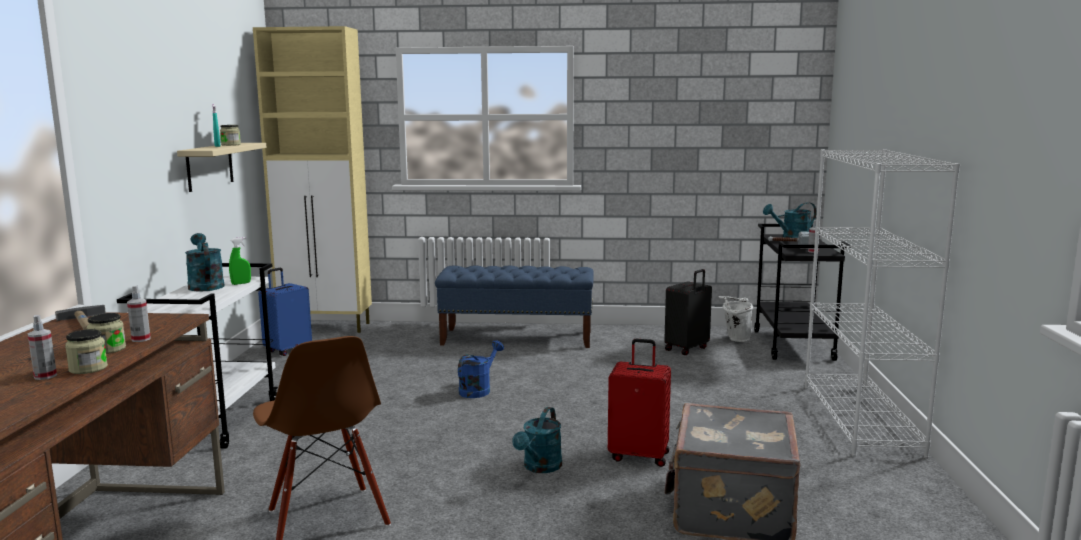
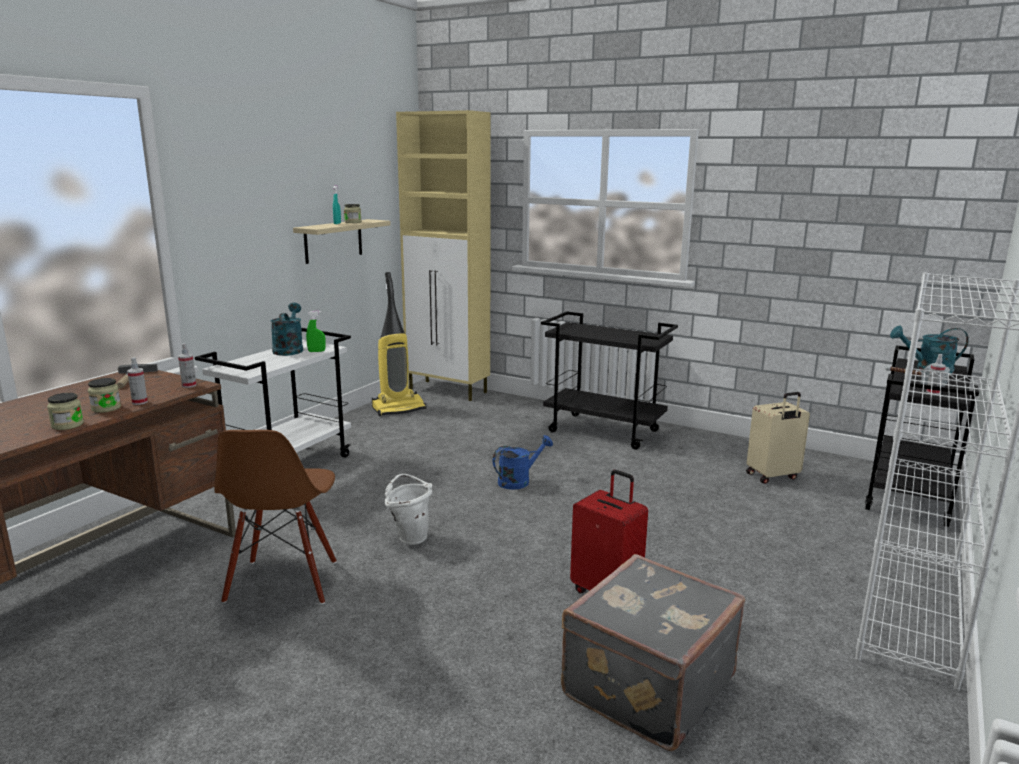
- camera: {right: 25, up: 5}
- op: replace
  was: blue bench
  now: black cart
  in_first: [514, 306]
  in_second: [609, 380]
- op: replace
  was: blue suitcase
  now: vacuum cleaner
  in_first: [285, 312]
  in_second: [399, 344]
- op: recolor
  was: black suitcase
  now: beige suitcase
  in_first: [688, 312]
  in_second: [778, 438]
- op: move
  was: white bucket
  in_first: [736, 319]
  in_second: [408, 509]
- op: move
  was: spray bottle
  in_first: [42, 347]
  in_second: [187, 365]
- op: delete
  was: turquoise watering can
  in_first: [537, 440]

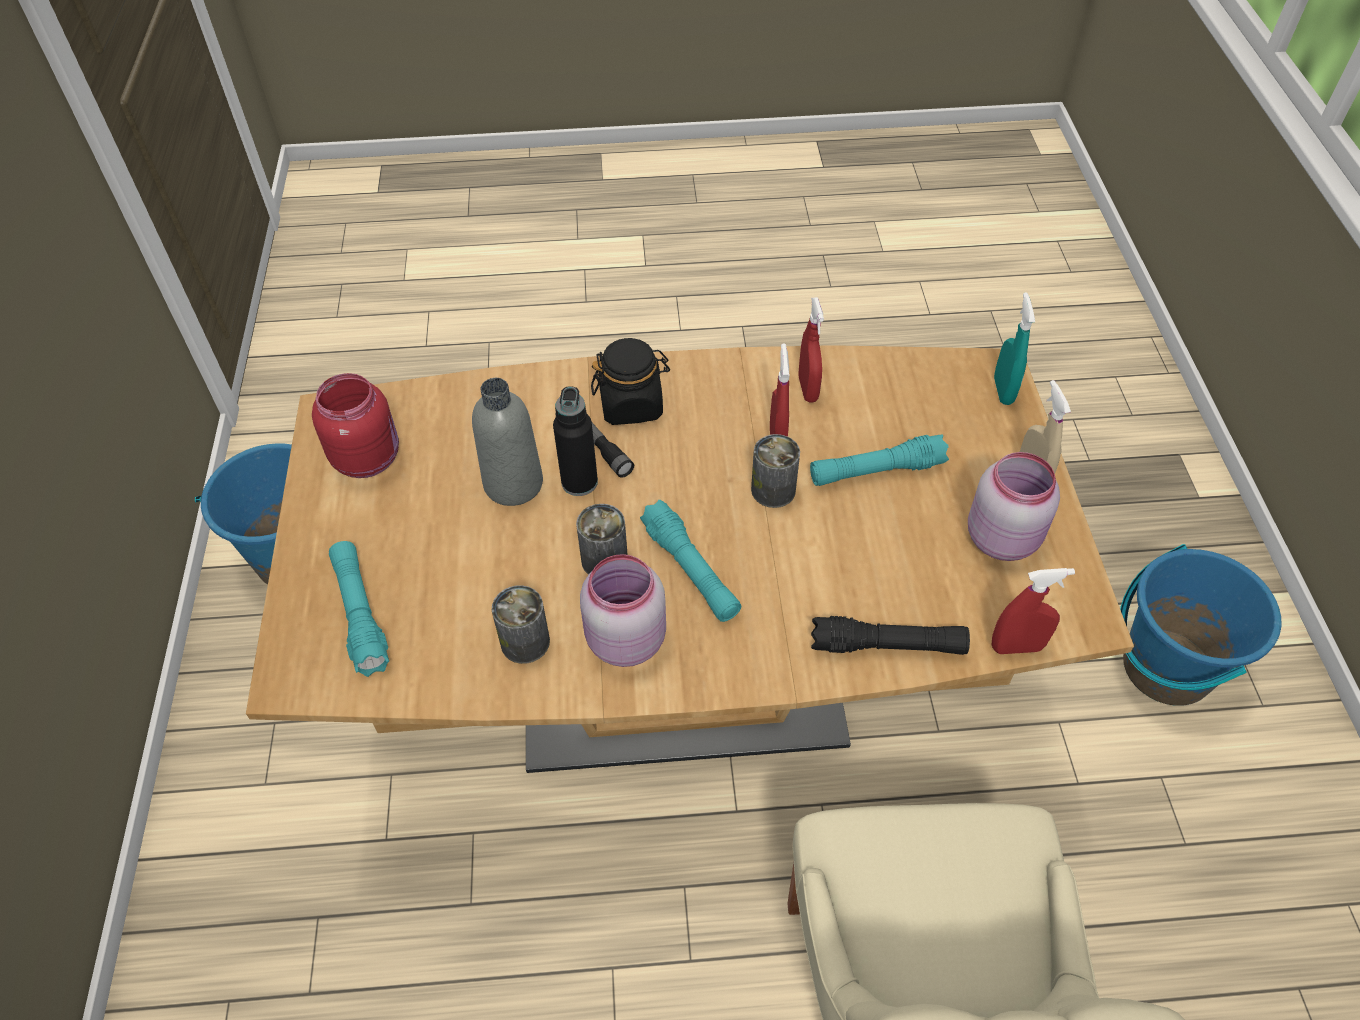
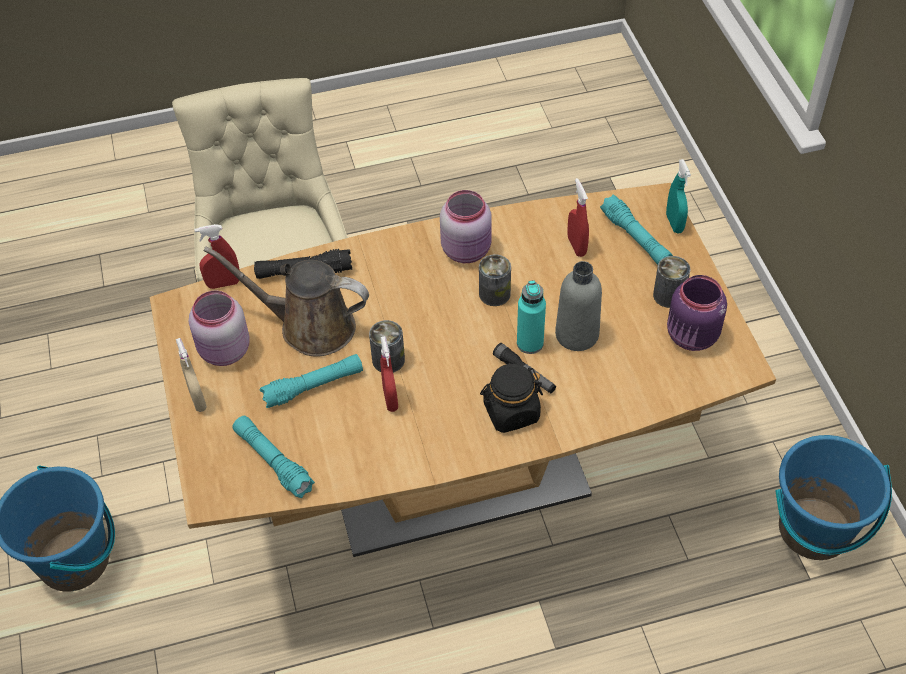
- camera: {right: 170, up: 0}
- op: move
  was: turquoise spray bottle
  in_first: [1014, 349]
  in_second: [678, 196]
- op: move
  was: red spray bottle
  in_first: [811, 349]
  in_second: [578, 217]
- op: recolor
  was: red jar
  now: purple jar
  in_first: [355, 425]
  in_second: [697, 313]
- op: recolor
  was: black bottle
  now: turquoise bottle
  in_first: [575, 441]
  in_second: [531, 317]
- op: move
  was: turquoise flashlight
  in_first: [691, 561]
  in_second: [273, 457]
- op: move
  was: can
  in_first: [521, 624]
  in_second: [671, 282]
- op: insert
  now: brown watering can
  in_second: [286, 301]

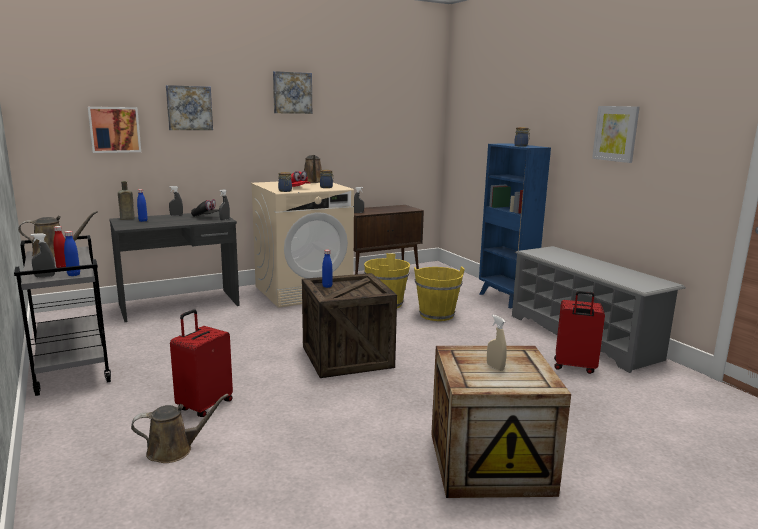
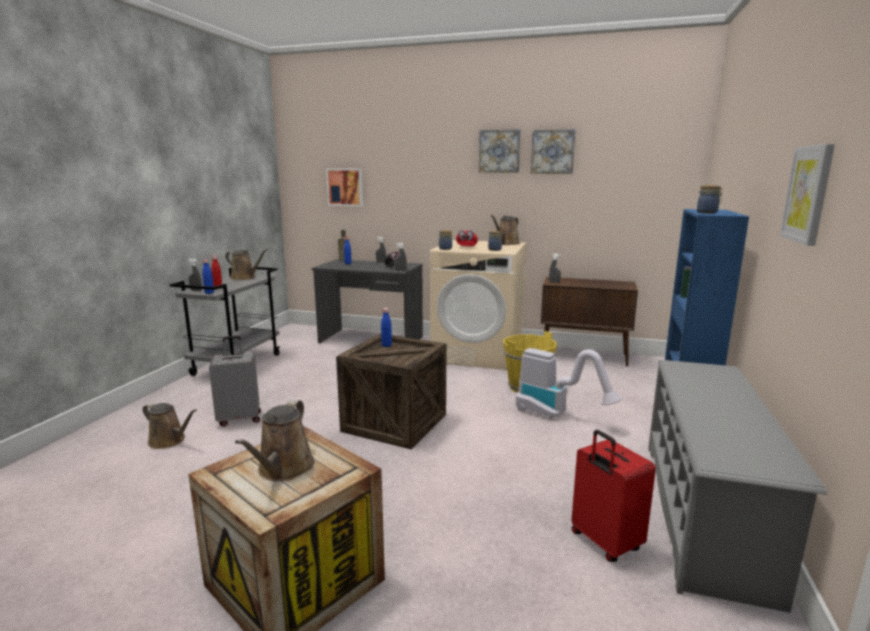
- camera: {right: 45, up: 0}
- op: move
  was: picture
  in_first: [189, 107]
  in_second: [553, 151]
- op: replace
  was: yellow bucket
  now: vacuum cleaner
  in_first: [439, 293]
  in_second: [569, 383]
- op: recolor
  was: red suitcase
  now: grey suitcase
  in_first: [201, 363]
  in_second: [235, 381]
- op: replace
  was: beige spray bottle
  now: brown watering can
  in_first: [497, 343]
  in_second: [275, 440]

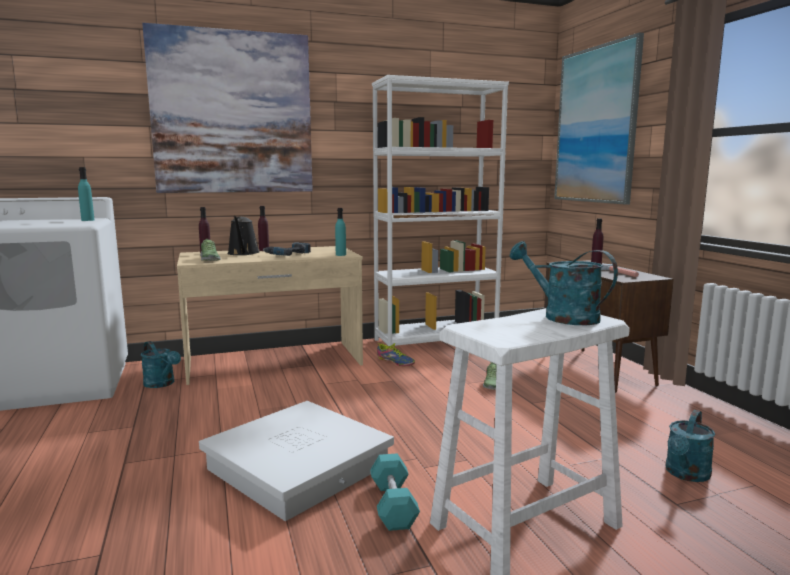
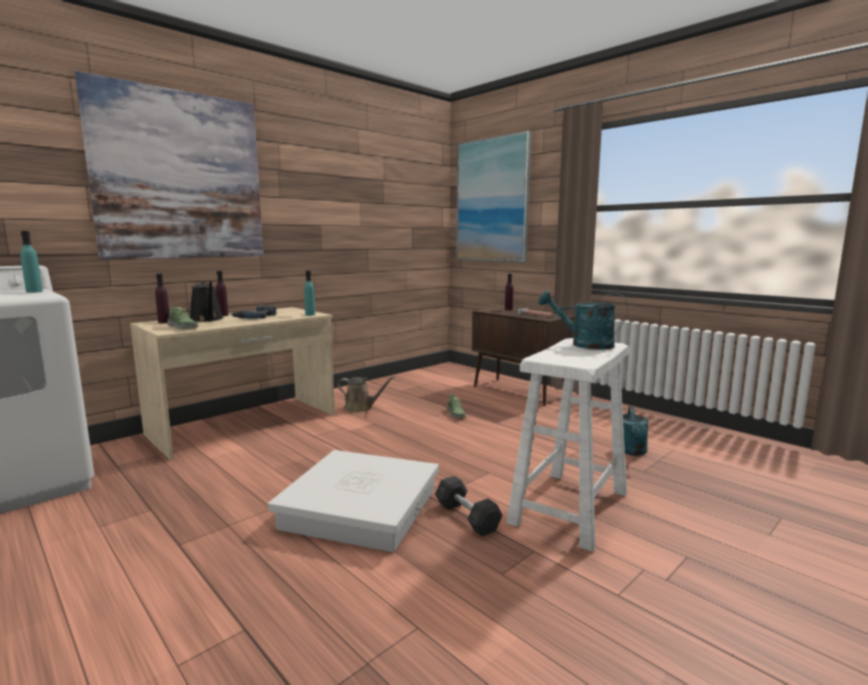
- camera: {right: -25, up: 0}
- op: delete
  was: white bookcase
  in_first: [440, 210]
- op: delete
  was: turquoise watering can
  in_first: [161, 364]
- op: replace
  was: shoe
  now: brown watering can
  in_first: [396, 354]
  in_second: [366, 395]
- op: recolor
  was: turquoise dumbbell
  now: grey dumbbell
  in_first: [395, 492]
  in_second: [469, 506]

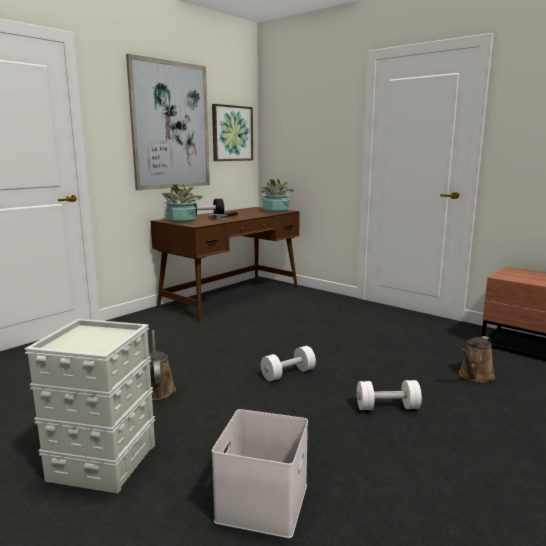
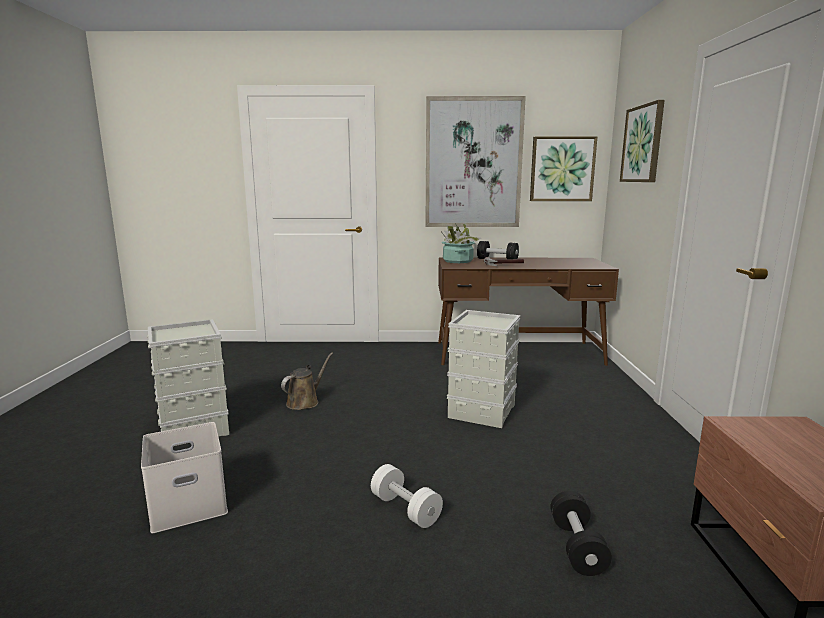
- camera: {right: 50, up: 0}
- op: delete
  was: potted plant
  in_first: [278, 195]
- op: replace
  was: brown watering can
  now: black dumbbell
  in_first: [477, 359]
  in_second: [581, 533]
- op: delete
  was: white dumbbell
  in_first: [288, 363]
- op: insert
  now: picture
  in_second: [642, 141]
- op: insert
  now: grey storage box
  in_second: [484, 369]

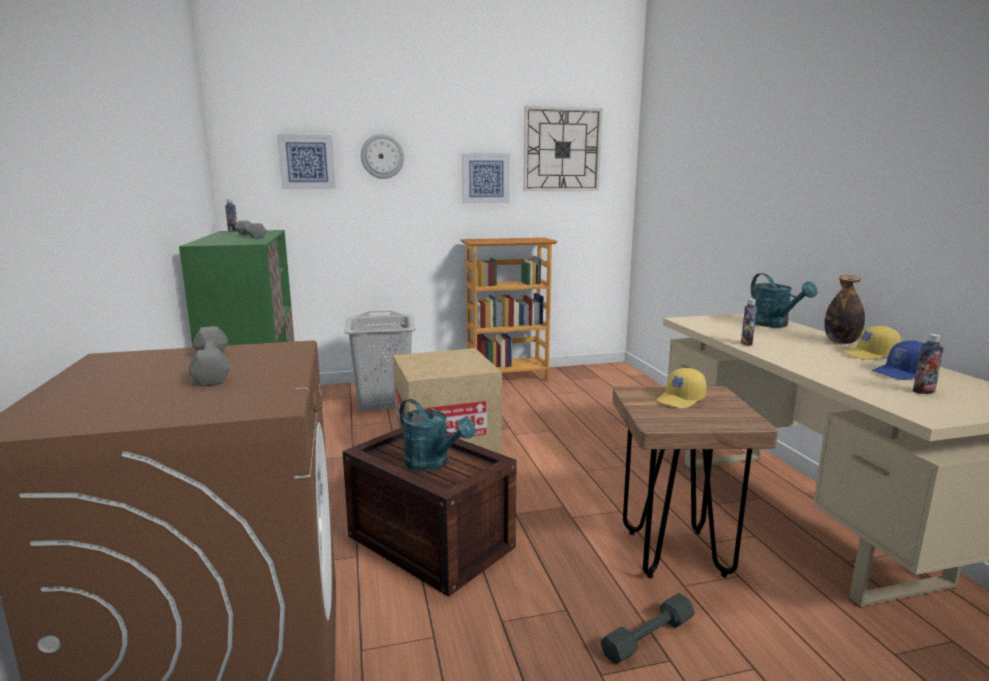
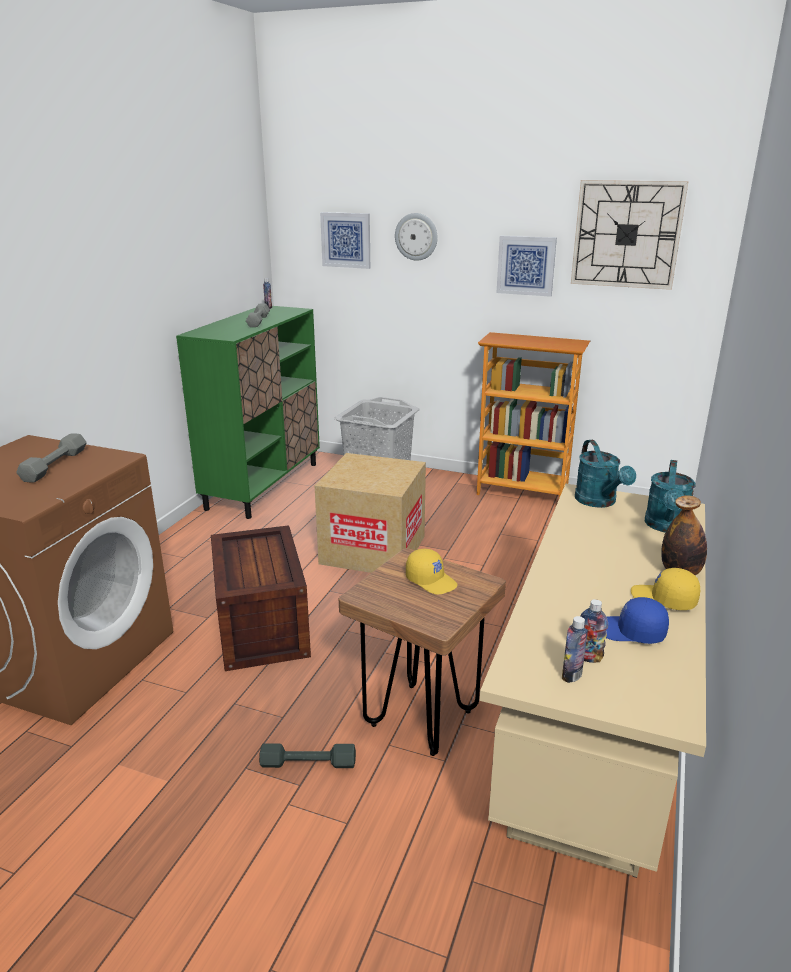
- camera: {right: 35, up: 10}
- op: move
  was: bottle
  in_first: [749, 322]
  in_second: [575, 649]
- op: rotate
  was: yellow cap
  in_first: [681, 388]
  in_second: [431, 572]
  clockwise: -135
- op: move
  was: turquoise watering can
  in_first: [437, 435]
  in_second: [605, 474]

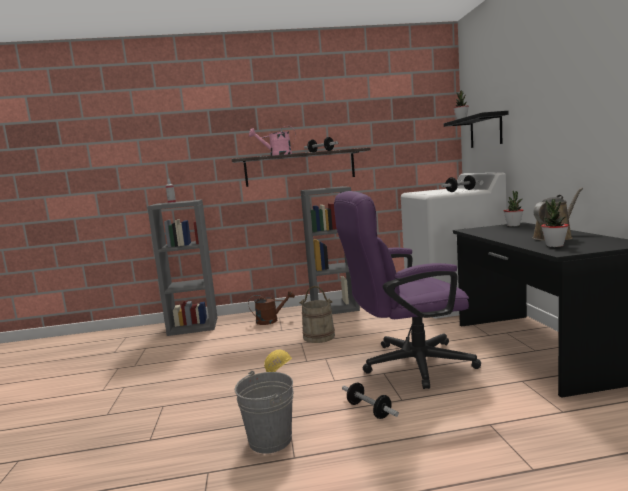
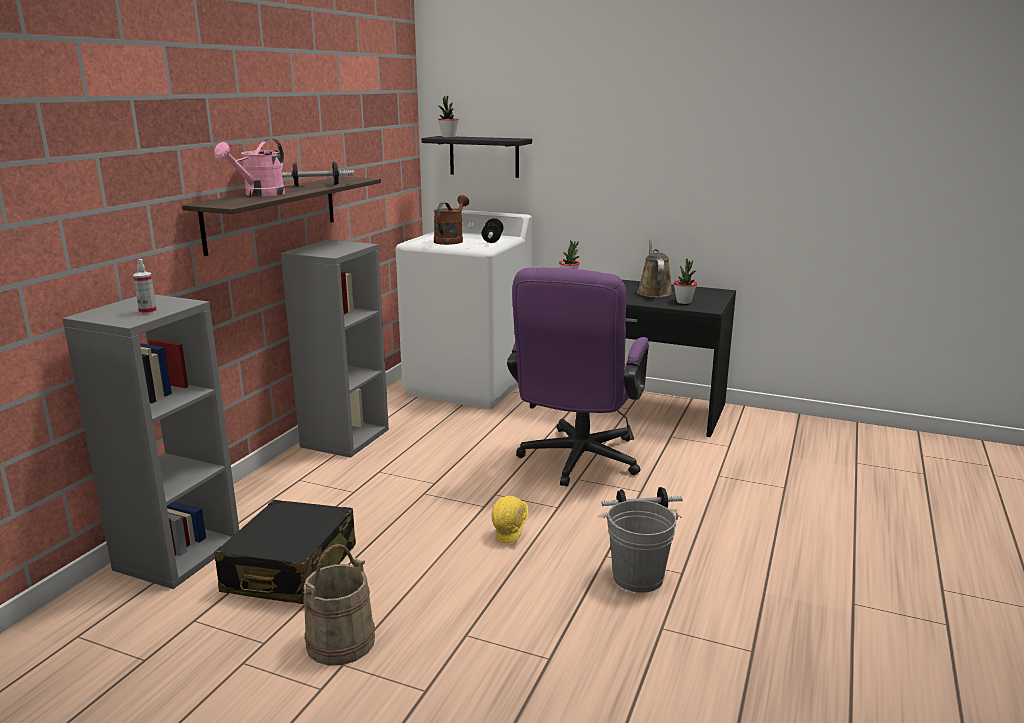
- camera: {right: -60, up: 10}
- op: move
  was: beige bucket
  in_first: [317, 314]
  in_second: [339, 605]
- op: move
  was: brown watering can
  in_first: [271, 307]
  in_second: [451, 220]
- op: insert
  now: black suitcase
  in_second: [285, 552]

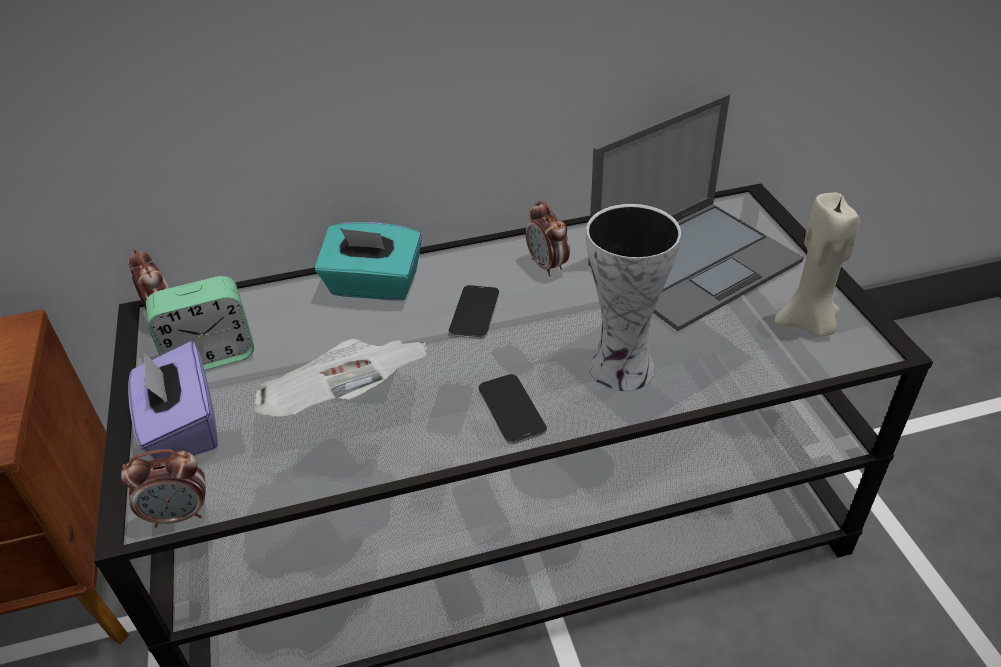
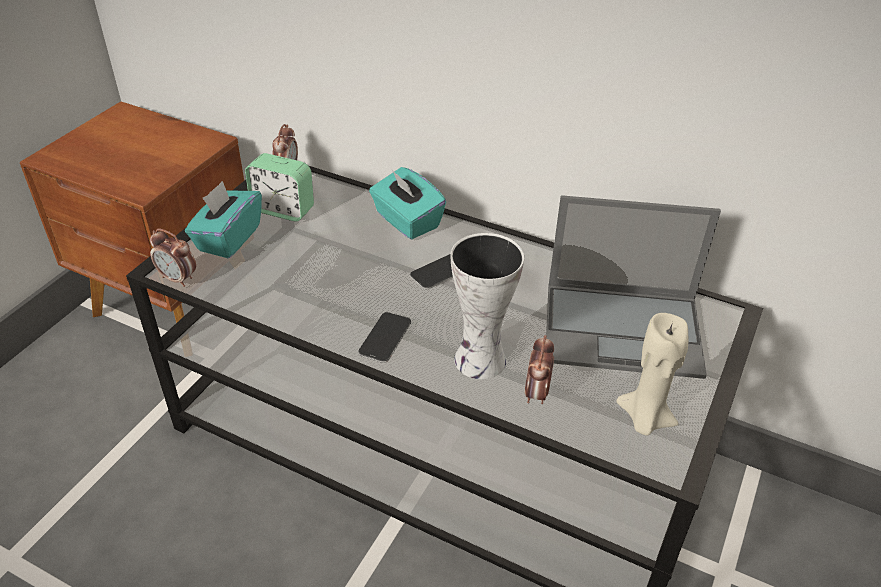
- camera: {right: 40, up: 0}
- op: move
  was: alarm clock
  in_first: [548, 238]
  in_second: [539, 369]
- op: delete
  was: newspaper
  in_first: [340, 377]
- op: recolor
  was: purple tissue box
  now: turquoise tissue box
  in_first: [173, 400]
  in_second: [223, 219]

